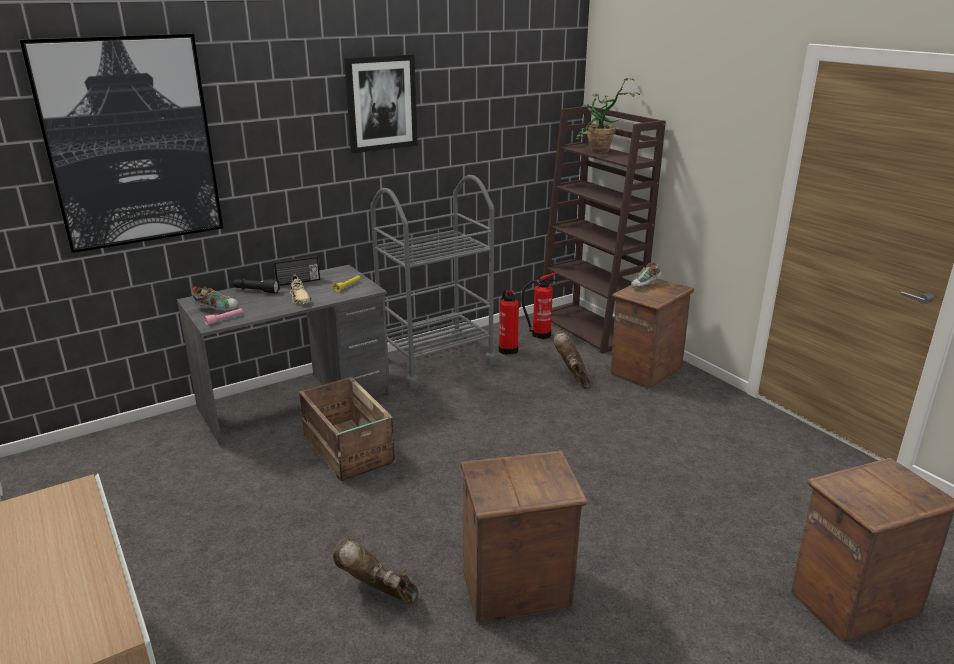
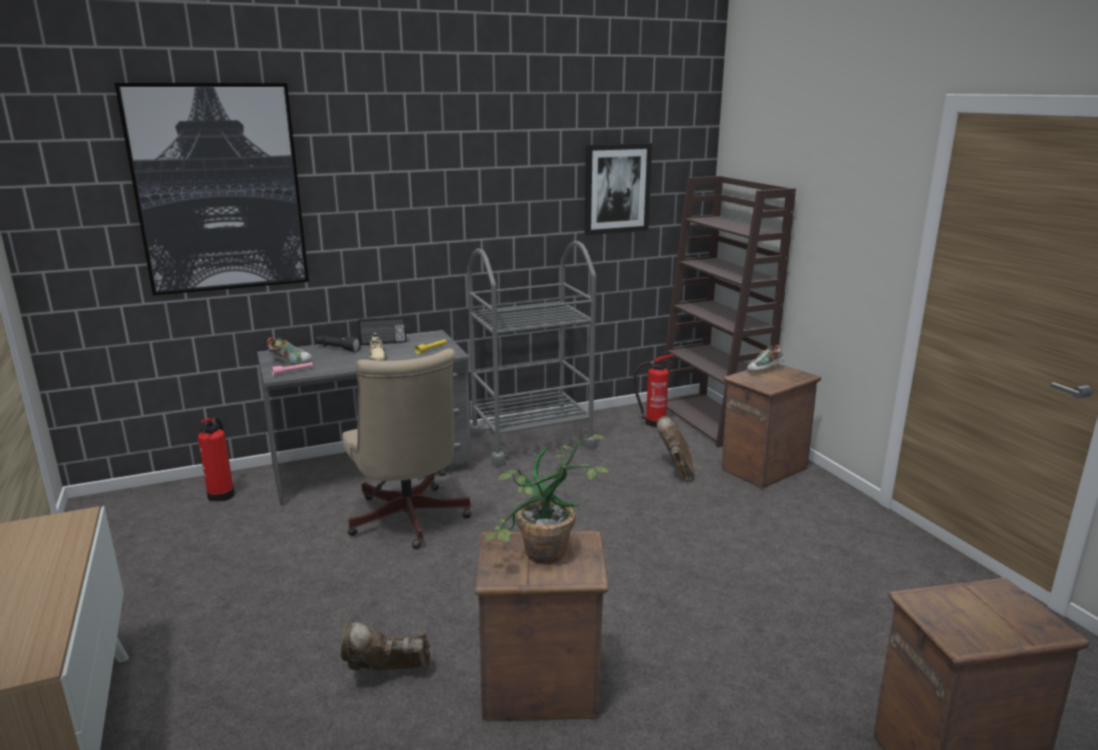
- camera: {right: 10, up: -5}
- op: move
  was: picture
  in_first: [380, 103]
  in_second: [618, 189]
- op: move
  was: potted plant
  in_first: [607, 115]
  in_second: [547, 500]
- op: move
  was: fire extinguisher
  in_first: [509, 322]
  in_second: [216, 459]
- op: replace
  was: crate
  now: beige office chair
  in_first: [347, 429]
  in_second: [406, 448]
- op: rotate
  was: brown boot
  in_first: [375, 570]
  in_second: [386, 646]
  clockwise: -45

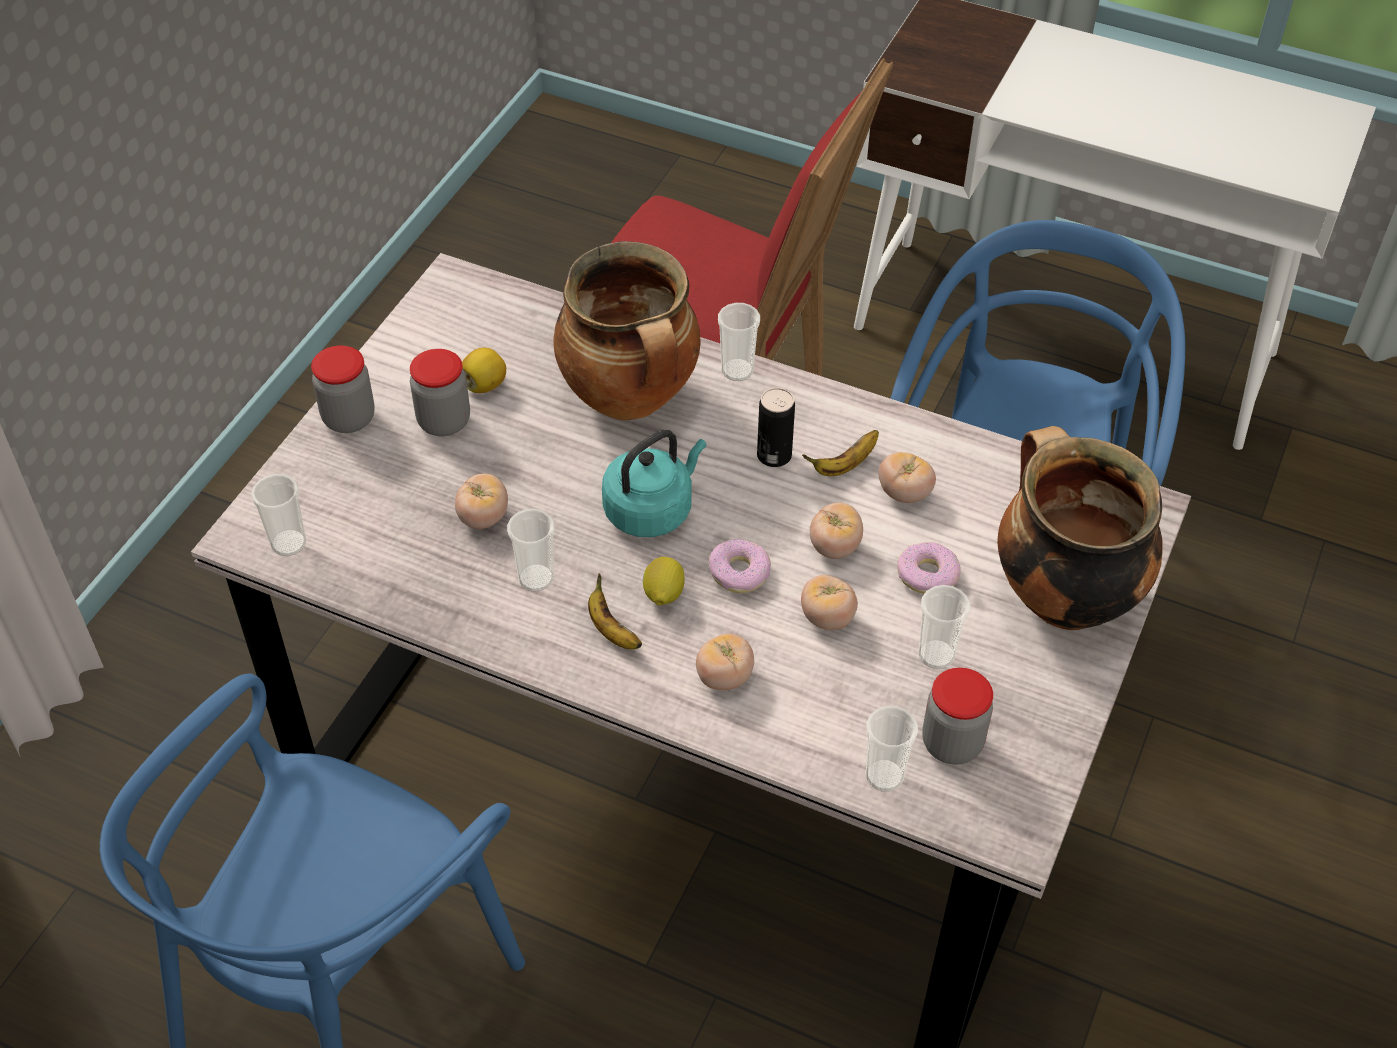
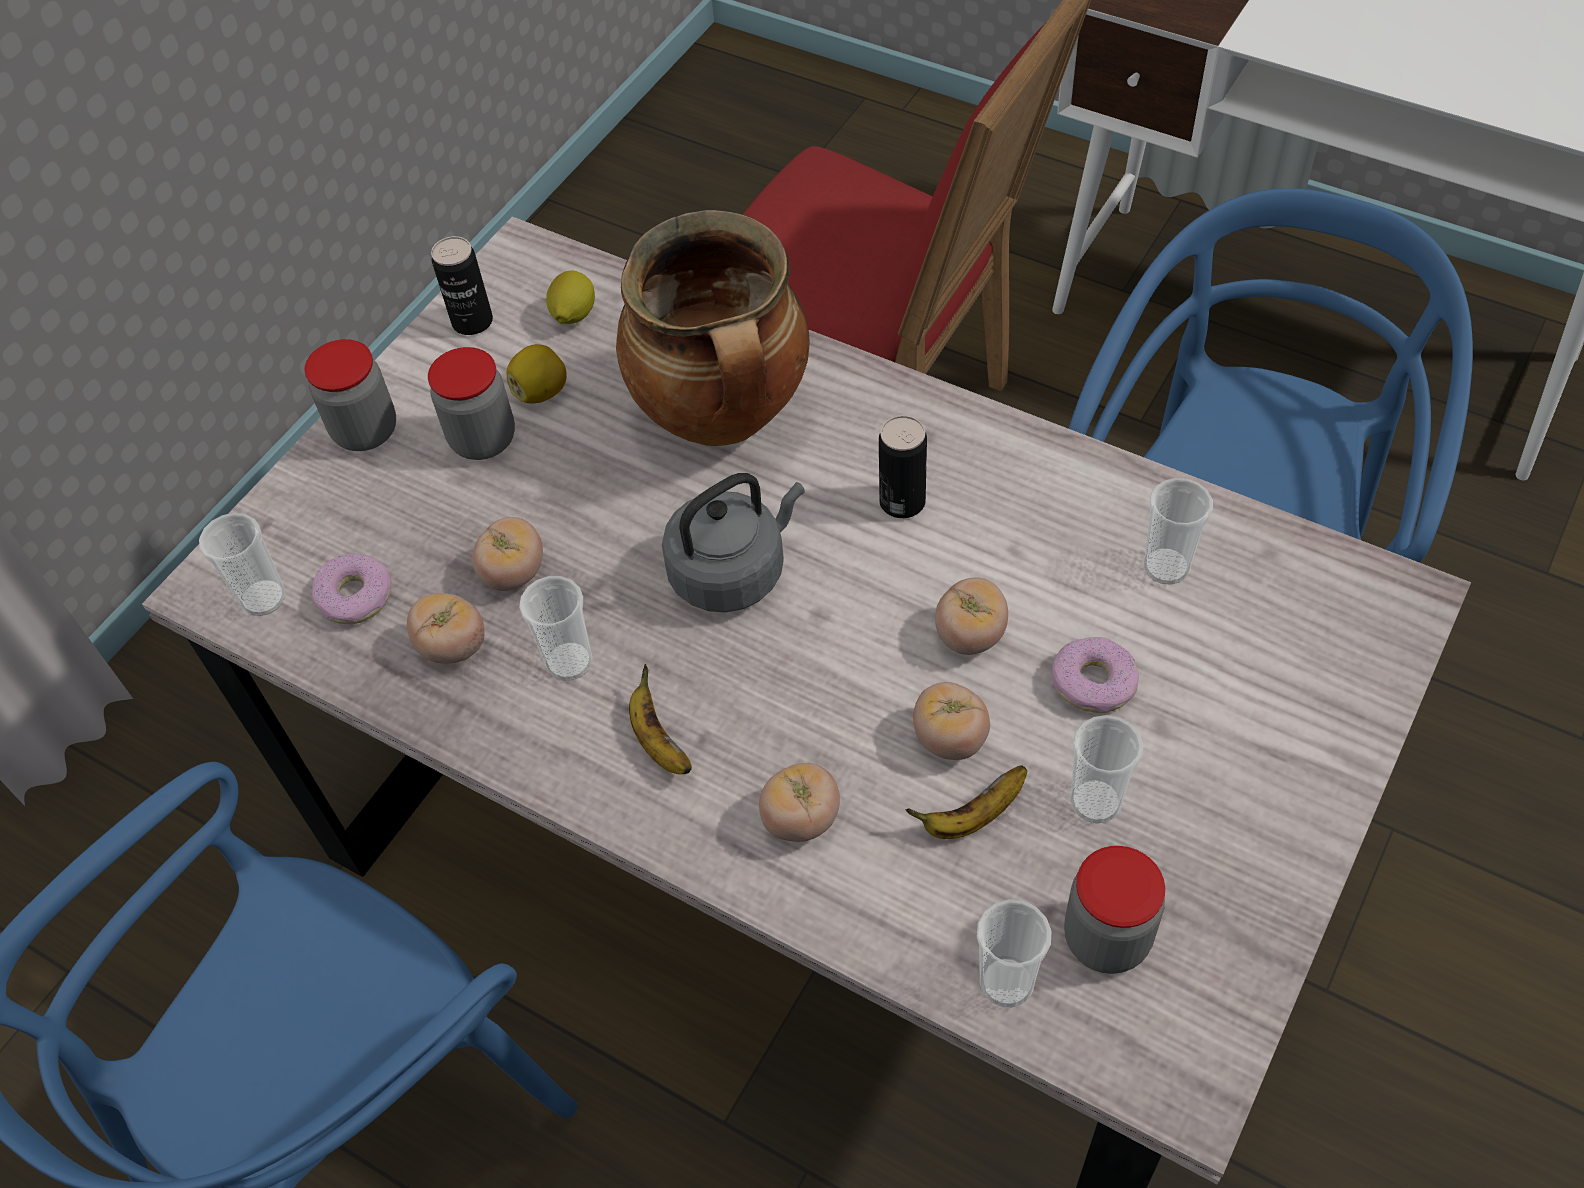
- camera: {right: 10, up: 5}
- op: move
  was: cup
  in_first: [739, 342]
  in_second: [1178, 531]
- op: delete
  was: cooking pot
  in_first: [1079, 528]
- op: recolor
  was: turquoise kettle
  now: grey kettle
  in_first: [654, 483]
  in_second: [733, 542]
- op: move
  was: banana
  in_first: [840, 453]
  in_second: [966, 802]
- op: move
  was: tomato
  in_first: [907, 477]
  in_second: [446, 628]
- op: move
  was: donut
  in_first: [740, 566]
  in_second: [352, 588]
- op: move
  was: lemon
  in_first: [663, 581]
  in_second: [570, 297]
- op: insert
  now: can
  in_second: [462, 285]

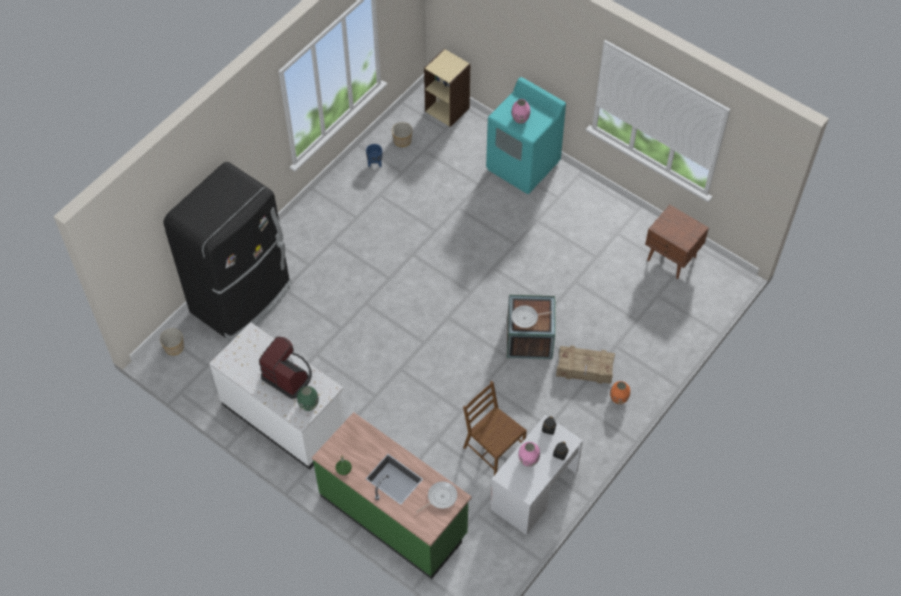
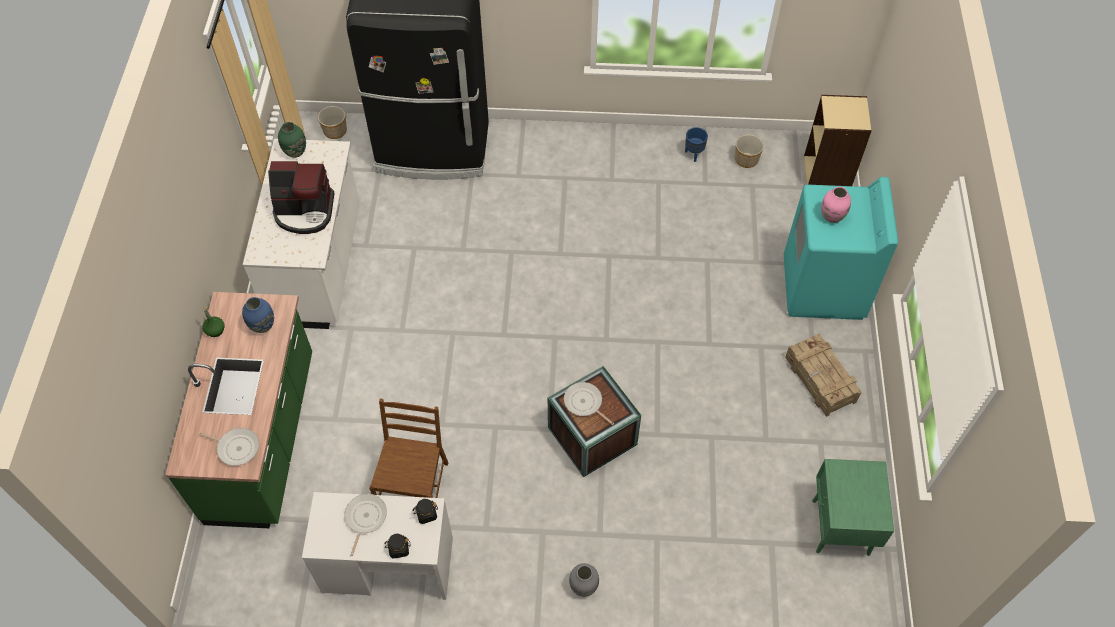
- camera: {right: 55, up: 0}
- op: recolor
  was: brown nightstand
  now: green nightstand
  in_first: [677, 242]
  in_second: [853, 507]
- op: rotate
  was: coffee machine
  in_first: [285, 368]
  in_second: [301, 197]
  clockwise: 90
- op: move
  was: crate
  in_first: [585, 364]
  in_second: [823, 375]
- op: recolor
  was: orange vase
  now: grey vase
  in_first: [620, 392]
  in_second: [584, 580]
- op: move
  was: green vase
  in_first: [308, 398]
  in_second: [292, 140]
- op: replace
  was: pink vase
  now: frying pan
  in_first: [529, 454]
  in_second: [365, 525]
- op: insert
  now: blue vase
  in_second: [258, 315]

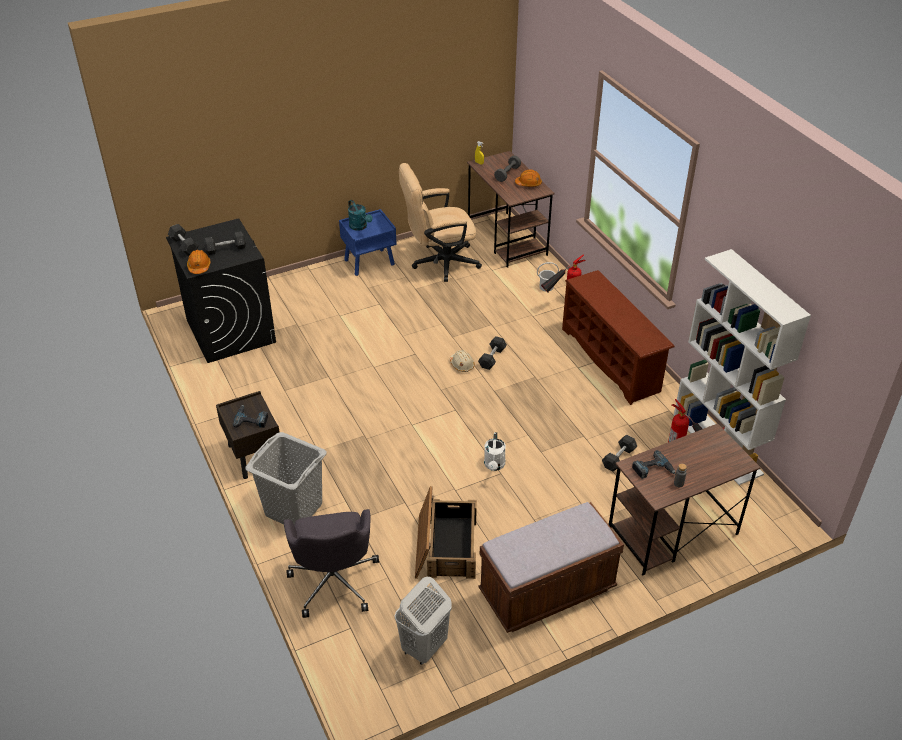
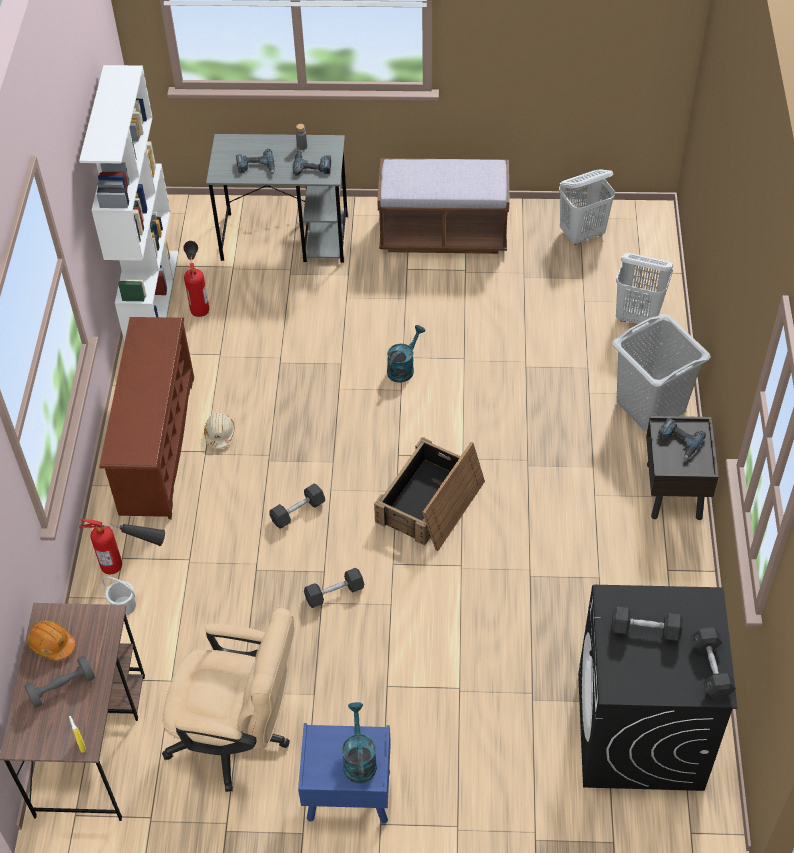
- camera: {right: -150, up: 10}
- op: delete
  was: orange hard hat
  in_first: [198, 262]
- op: move
  was: beige hard hat
  in_first: [462, 361]
  in_second: [219, 430]
- op: recolor
  was: brown desk
  now: grey desk
  in_first: [685, 499]
  in_second: [277, 198]
- op: recolor
  was: white watering can
  now: turquoise watering can
  in_first: [495, 451]
  in_second: [406, 354]
- op: move
  was: grey dumbbell
  in_first: [619, 453]
  in_second: [334, 588]
- op: move
  was: crate
  in_first: [446, 532]
  in_second: [429, 494]
- op: replace
  was: grey office chair
  now: white laundry basket
  in_first: [331, 563]
  in_second: [644, 288]
- op: insert
  now: power drill
  in_second: [255, 161]

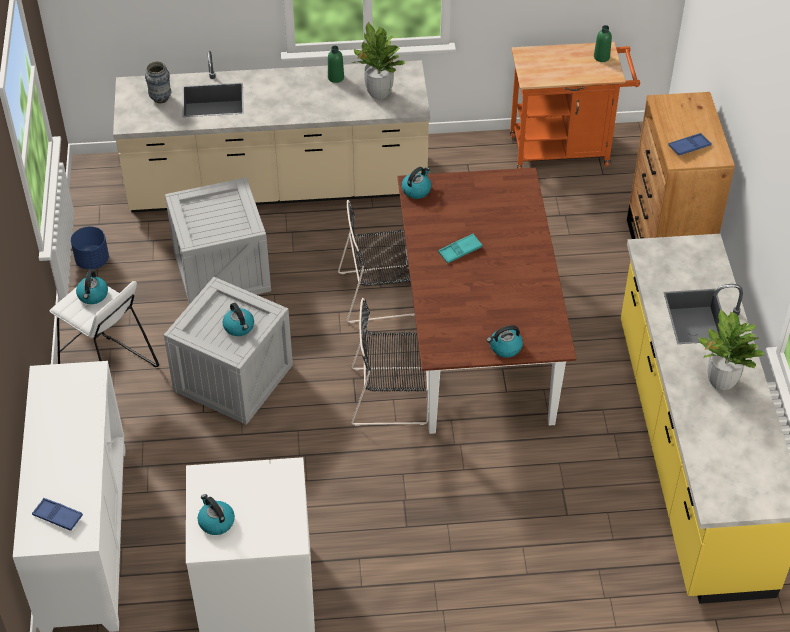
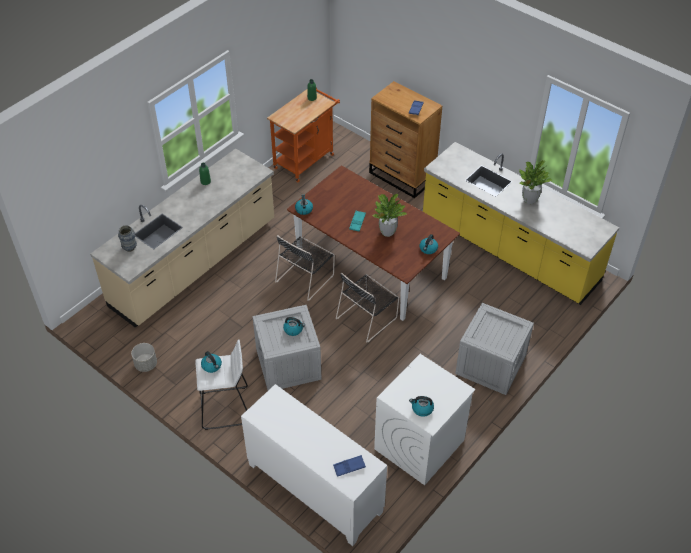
- camera: {right: -45, up: 0}
- op: move
  was: potted plant
  in_first: [378, 60]
  in_second: [389, 215]
- op: move
  was: crate
  in_first: [218, 241]
  in_second: [494, 349]
- op: recolor
  was: blue planter
  now: grey planter
  in_first: [90, 248]
  in_second: [144, 357]

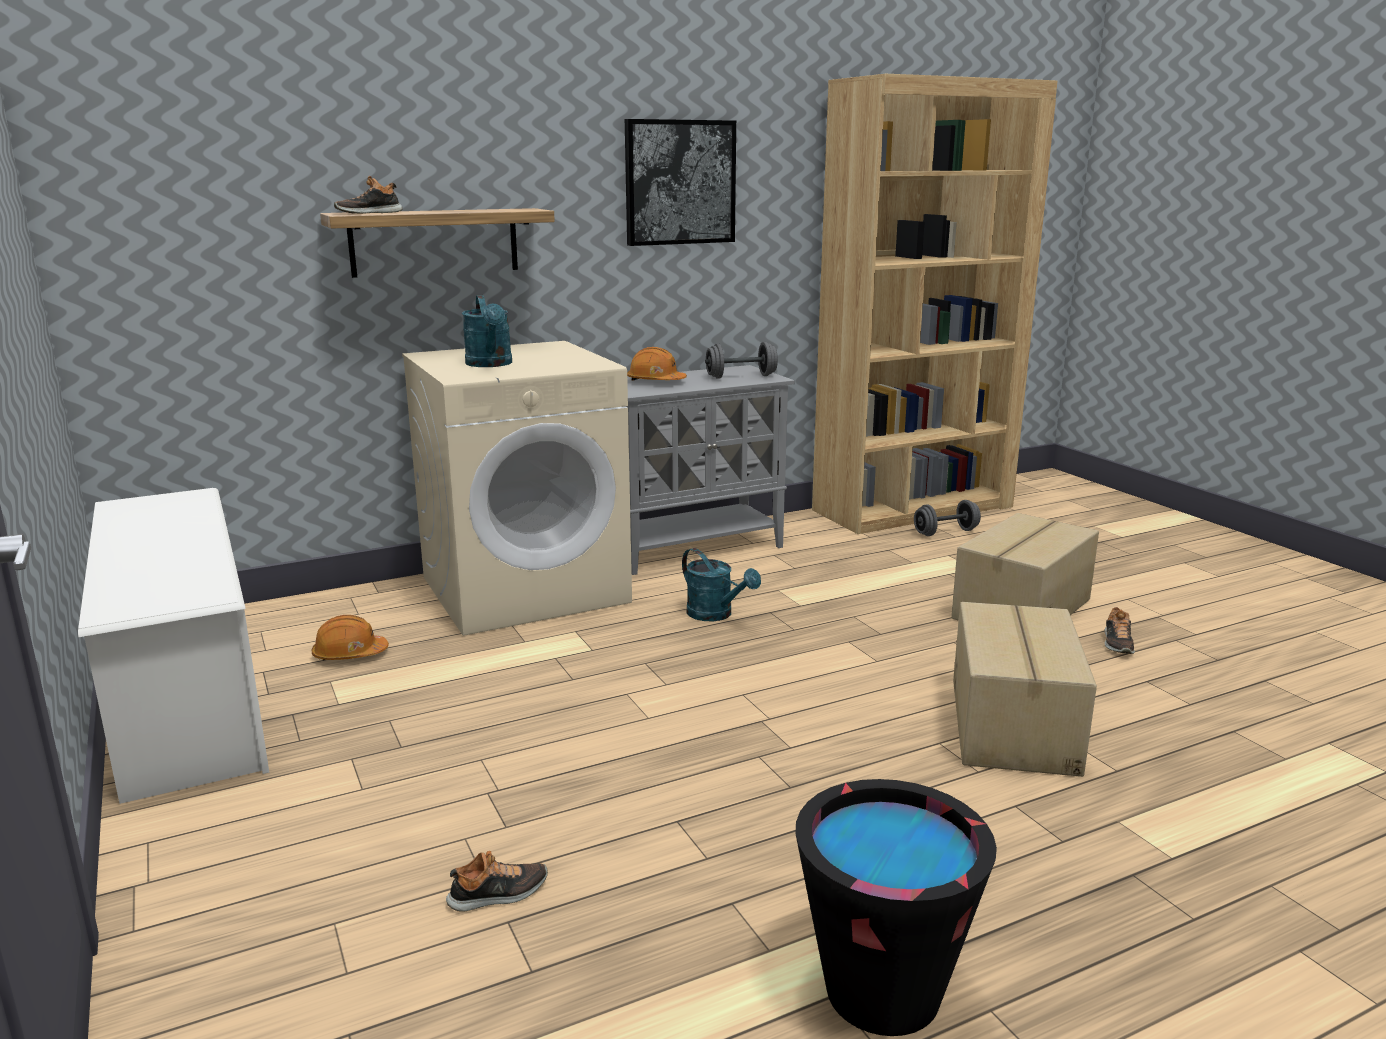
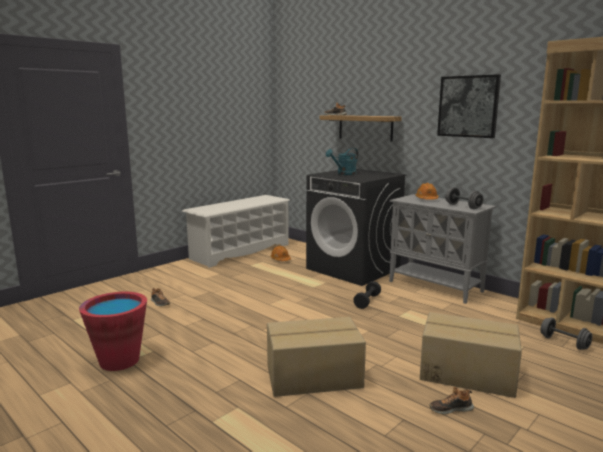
- camera: {right: 70, up: -5}
- op: recolor
  was: beige washing machine
  now: black washing machine
  in_first: [517, 488]
  in_second: [356, 227]
- op: replace
  was: turquoise watering can
  now: black dumbbell
  in_first: [721, 584]
  in_second: [367, 295]
- op: recolor
  was: black bucket
  now: red bucket
  in_first: [896, 907]
  in_second: [113, 331]

